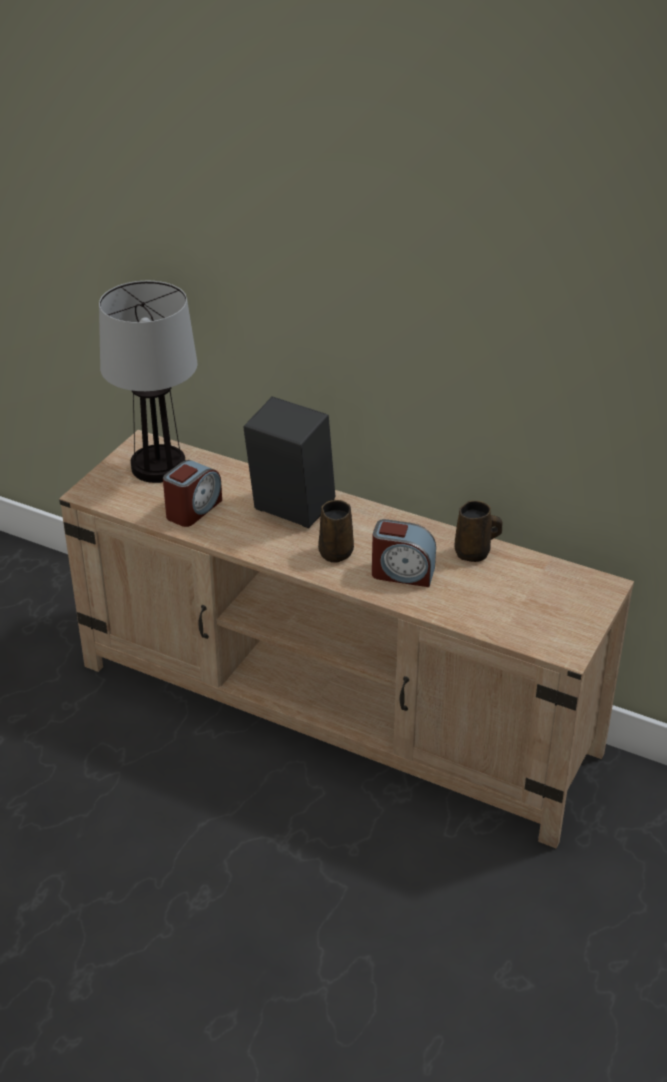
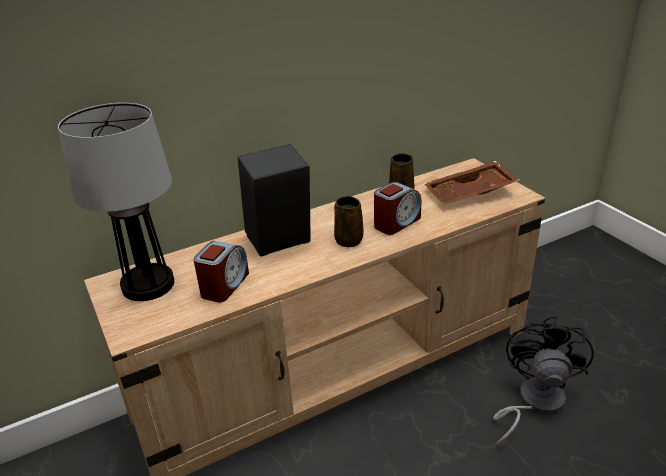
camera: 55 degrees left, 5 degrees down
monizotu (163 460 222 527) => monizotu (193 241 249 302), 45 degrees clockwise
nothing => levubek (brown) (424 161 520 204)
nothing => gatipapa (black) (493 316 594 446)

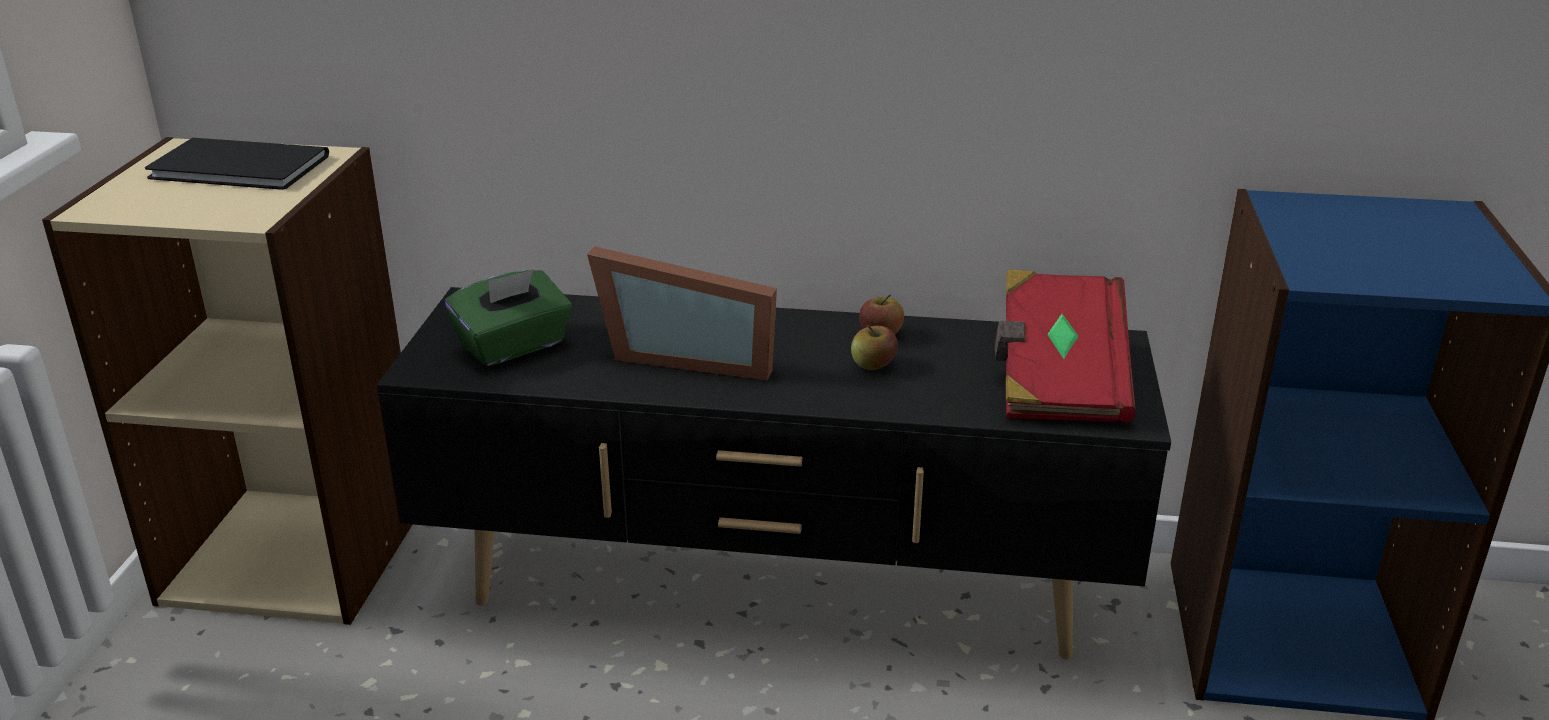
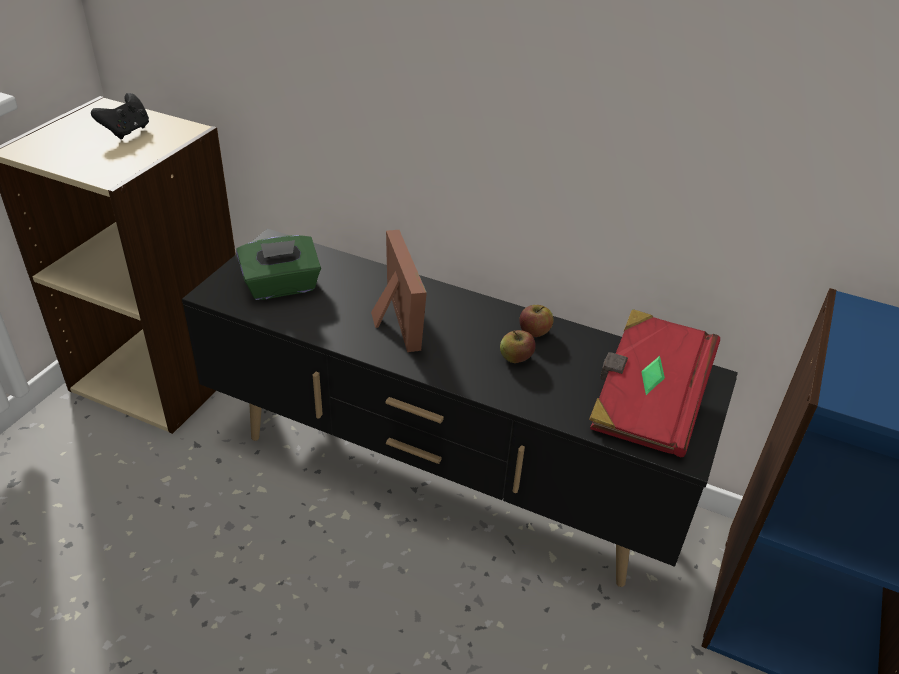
camera: 15 degrees right, 10 degrees up
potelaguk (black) (145 138 329 190) => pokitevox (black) (91 93 149 139)
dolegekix (587 246 777 380) => dolegekix (371 230 427 352), 135 degrees counterclockwise

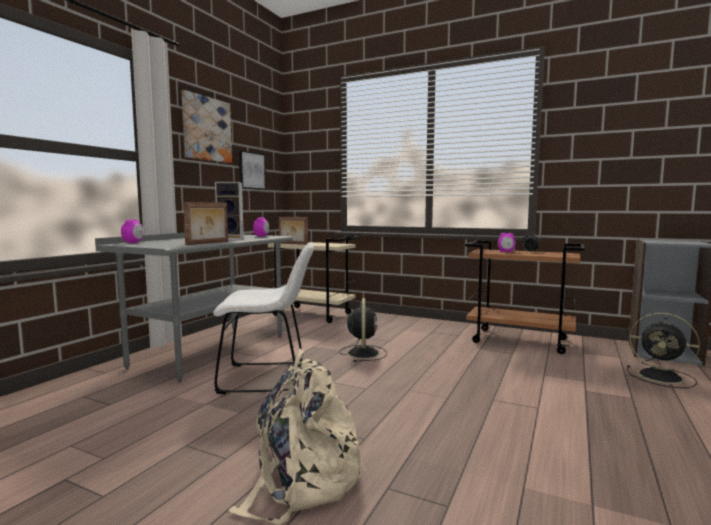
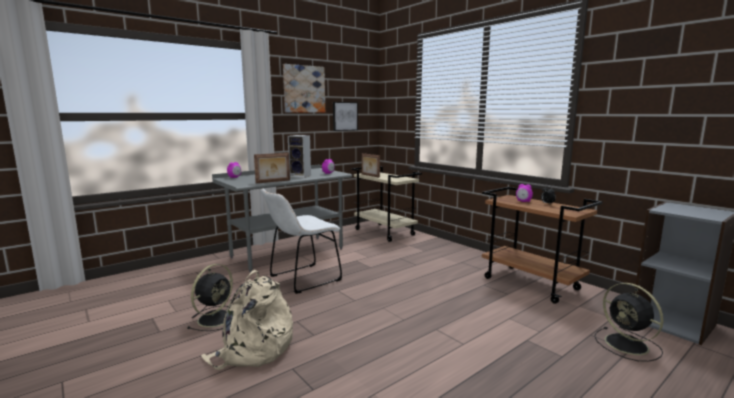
camera: 25 degrees right, 5 degrees up
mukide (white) (213 243 314 394) => mukide (white) (261 188 342 294), 120 degrees clockwise
gatipapa (black) (339 298 387 362) => gatipapa (black) (187 264 233 331), relocated

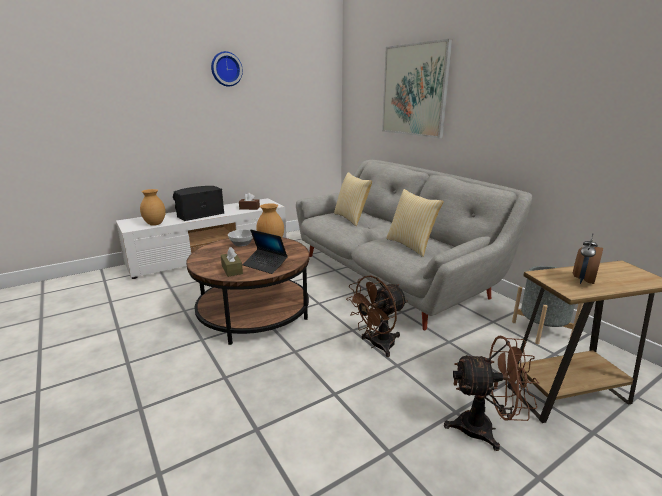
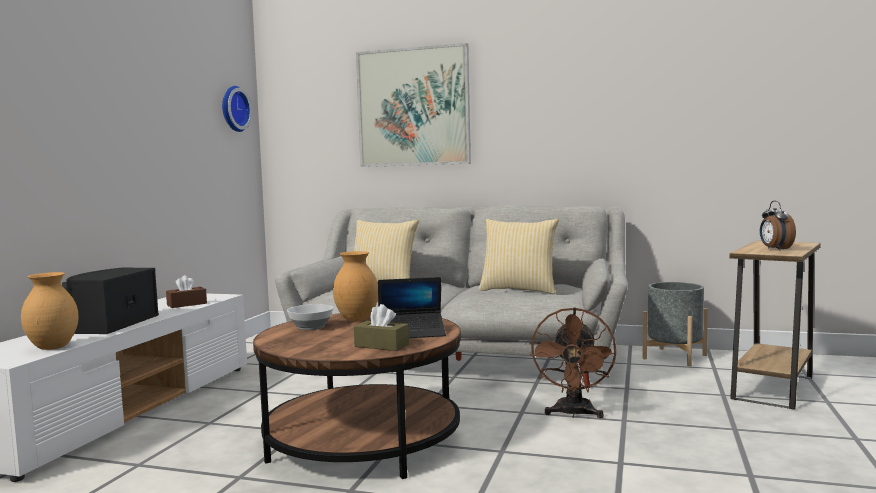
camera: 40 degrees left, 15 degrees down
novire (211 51 243 87) => novire (222 86 252 132), relocated
gatipapa (brown) (444 336 539 451) => nothing

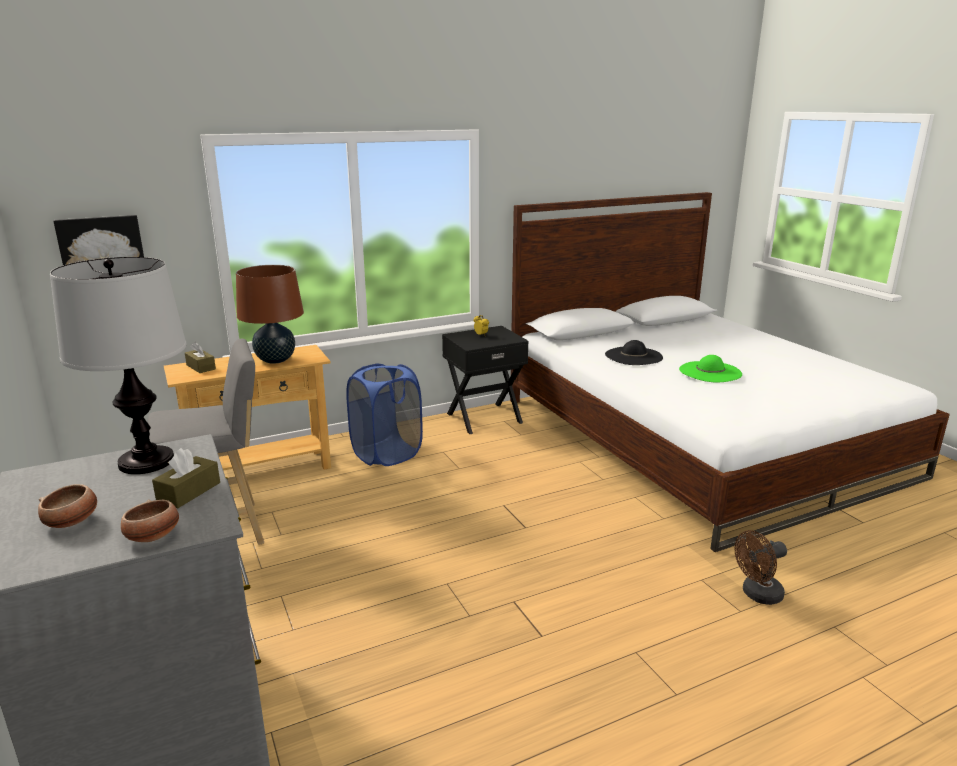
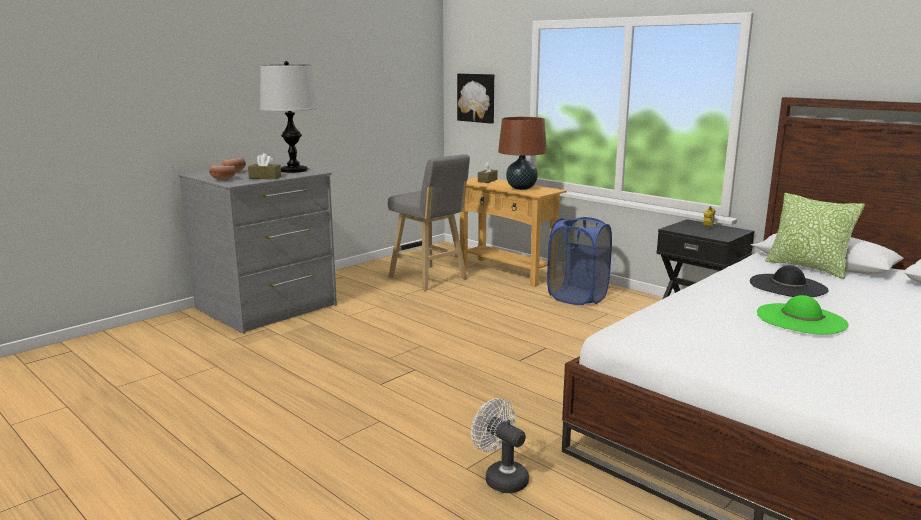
camera: 70 degrees right, 5 degrees down
gatipapa (brown) (735 530 787 605) => gatipapa (white) (471 398 529 493)
nothing => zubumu (765 193 865 279)

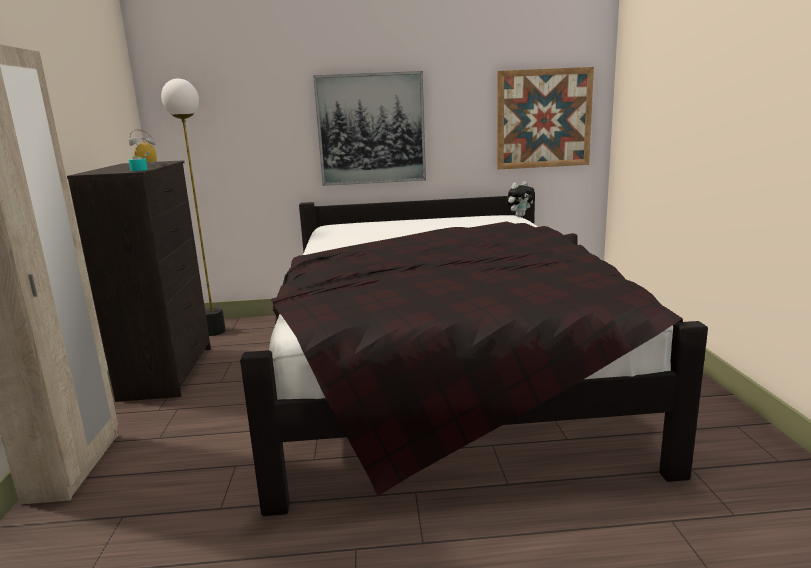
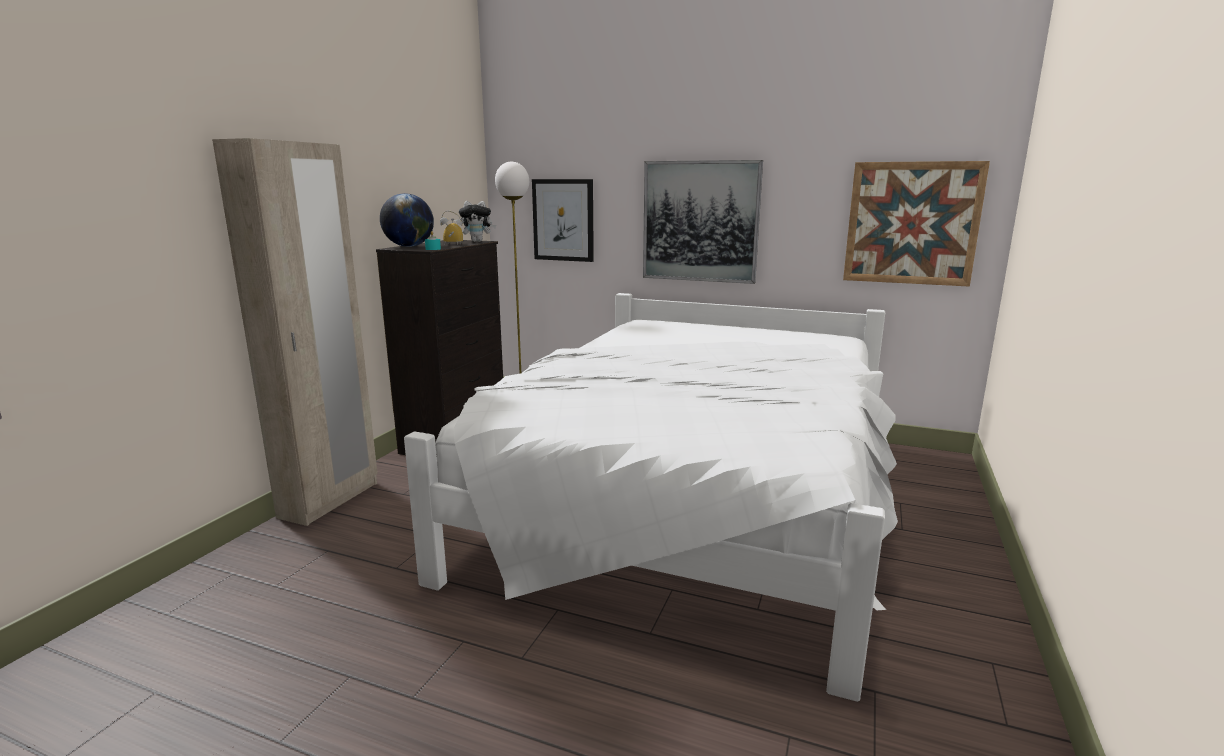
camera: 25 degrees right, 0 degrees up
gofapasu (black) (240 192 708 516) => gofapasu (white) (404 293 898 702)
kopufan (506 181 534 217) => kopufan (459 201 496 242), relocated
nothing => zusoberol (380 193 434 247)
nothing => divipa (532 179 594 262)

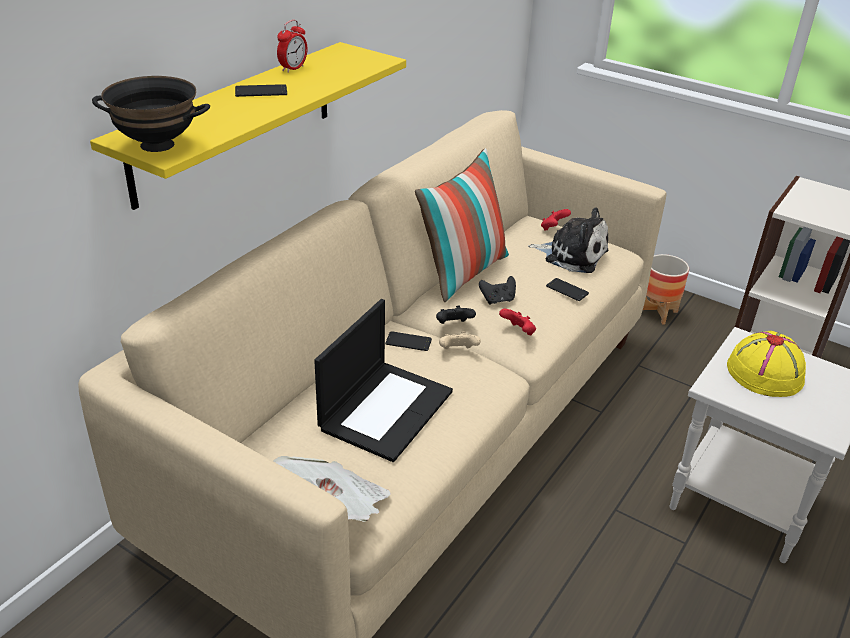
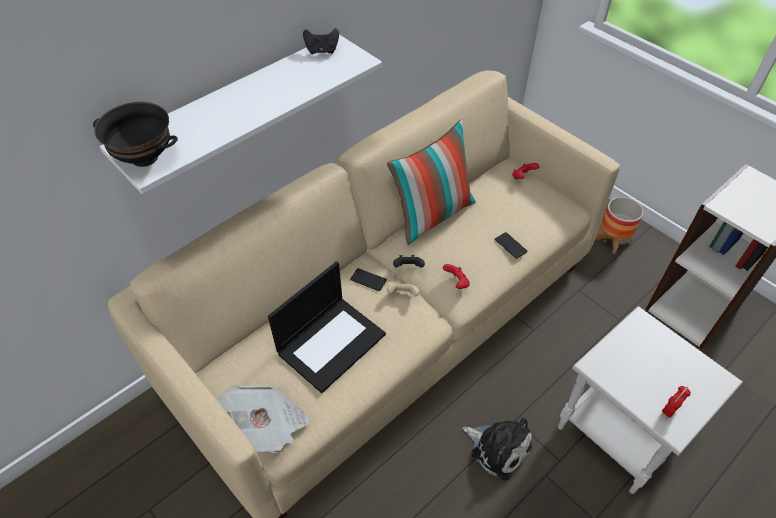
camera: 15 degrees right, 15 degrees up
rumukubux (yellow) (90 42 406 210) => rumukubux (white) (100 35 382 194)
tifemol (235 84 287 97) => nothing
monizotu (277 20 308 73) => monizotu (662 386 691 419), relocated
pokitevox (black) (479 276 516 305) => pokitevox (black) (303 28 339 54), relocated
kopufan (528 208 608 273) => kopufan (462 417 532 481), relocated
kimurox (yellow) (727 331 806 397) => nothing

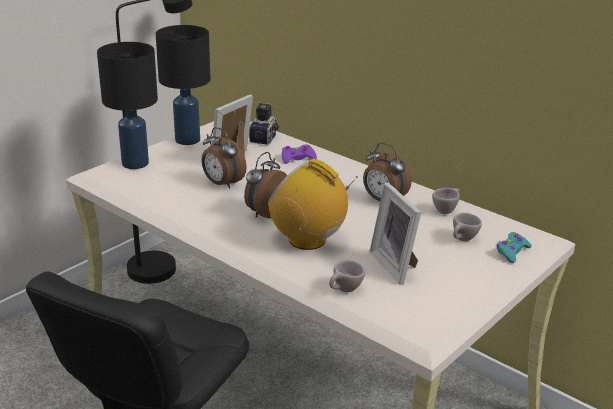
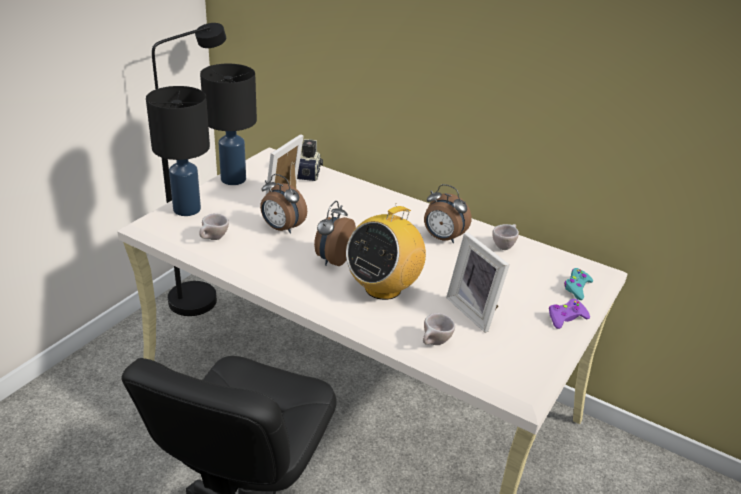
camera: 10 degrees left, 5 degrees up
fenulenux (268 159 358 250) => fenulenux (346 203 426 300), 75 degrees counterclockwise
pokitevox (purple) (282 145 317 164) => pokitevox (purple) (549 299 590 329), relocated
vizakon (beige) (453 212 482 241) => vizakon (beige) (199 213 229 240), relocated

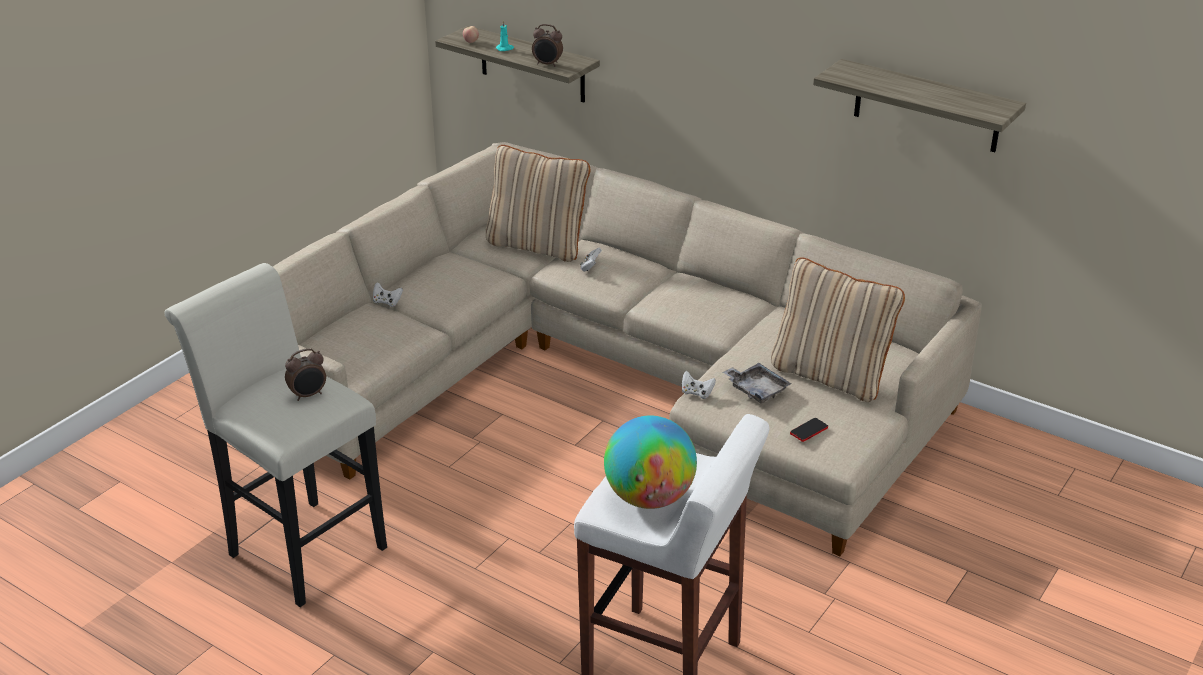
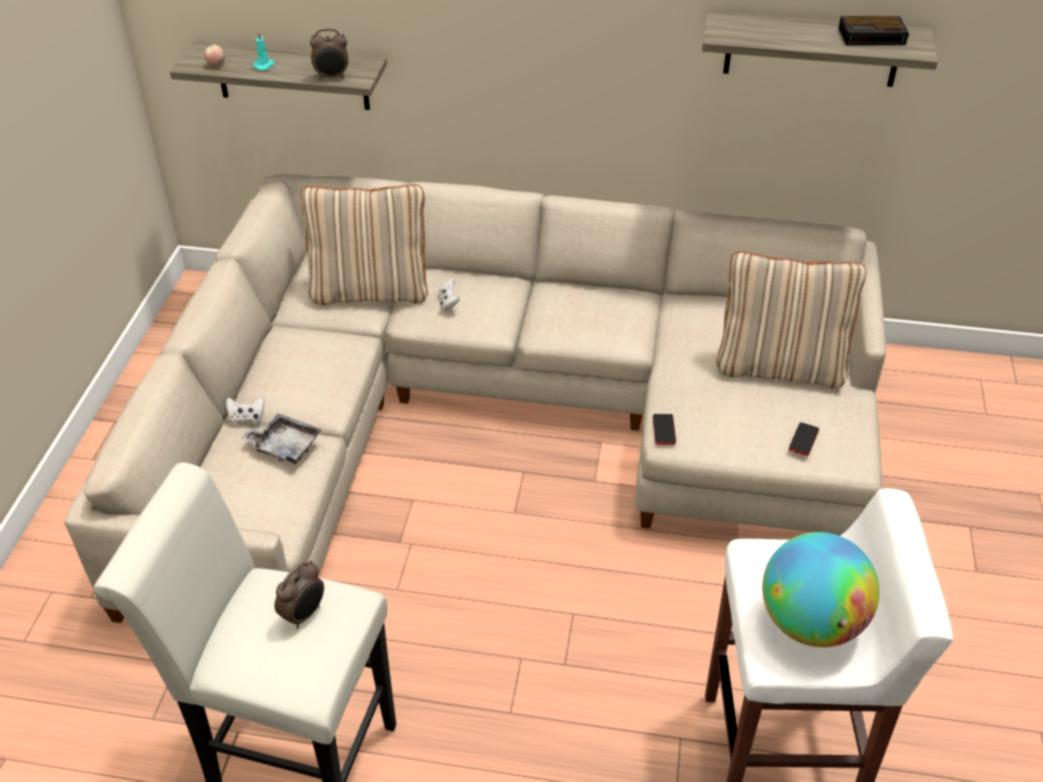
camera: 25 degrees left, 10 degrees up
pokitevox (white) (682 371 716 399) => tifemol (653 414 676 445)
levubek (grey) (723 363 791 404) => levubek (grey) (241 413 322 464), relocated
nothing => monizotu (839 16 909 45)

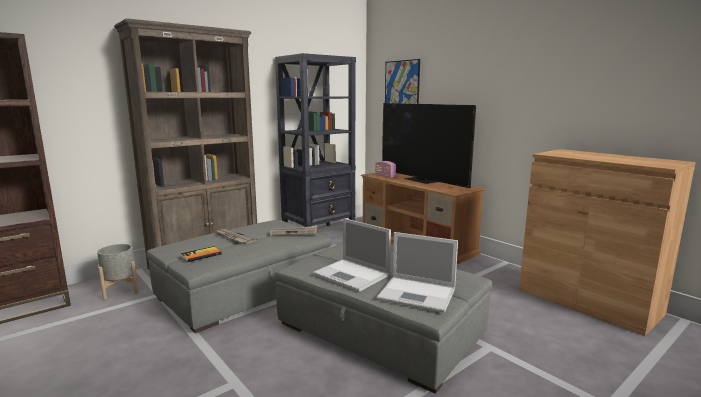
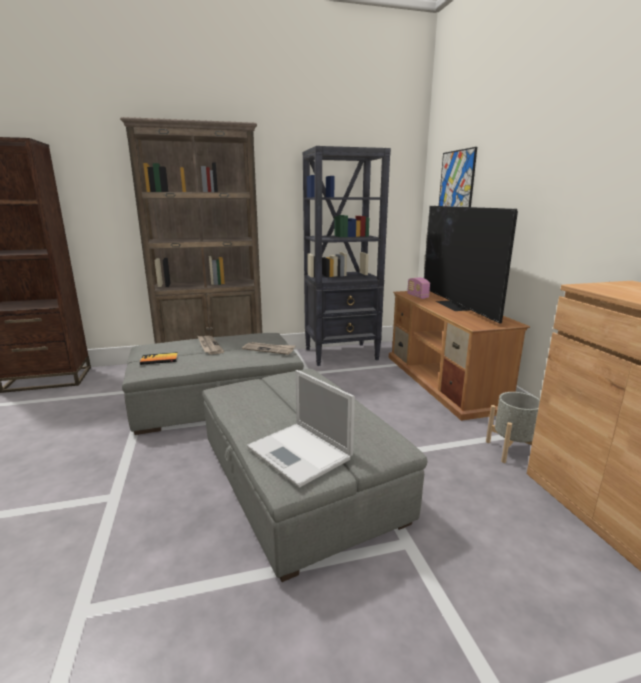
camera: 25 degrees right, 5 degrees up
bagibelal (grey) (97 244 138 300) => bagibelal (grey) (486 392 540 463), relocated
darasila (313 218 391 292) => nothing

